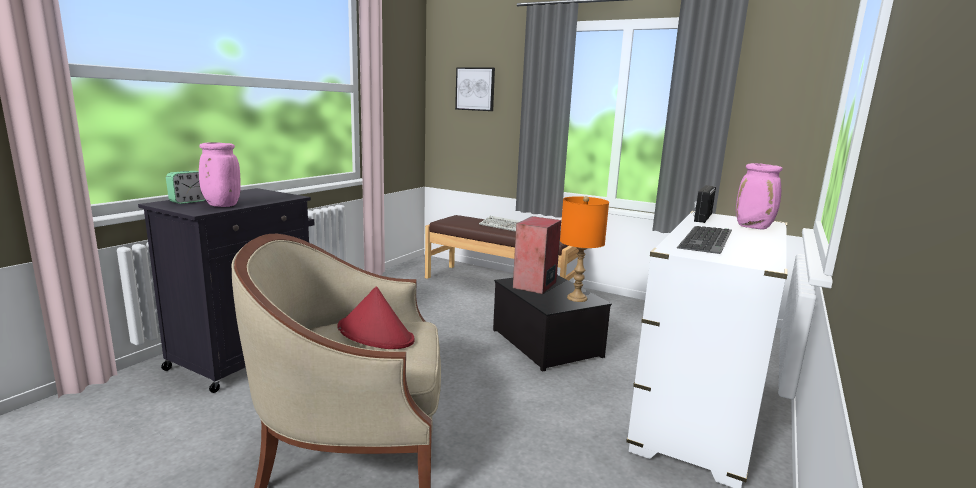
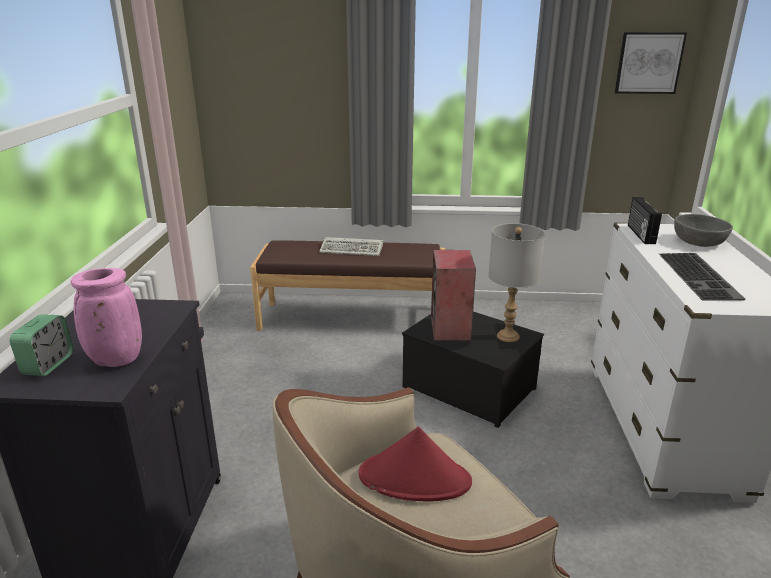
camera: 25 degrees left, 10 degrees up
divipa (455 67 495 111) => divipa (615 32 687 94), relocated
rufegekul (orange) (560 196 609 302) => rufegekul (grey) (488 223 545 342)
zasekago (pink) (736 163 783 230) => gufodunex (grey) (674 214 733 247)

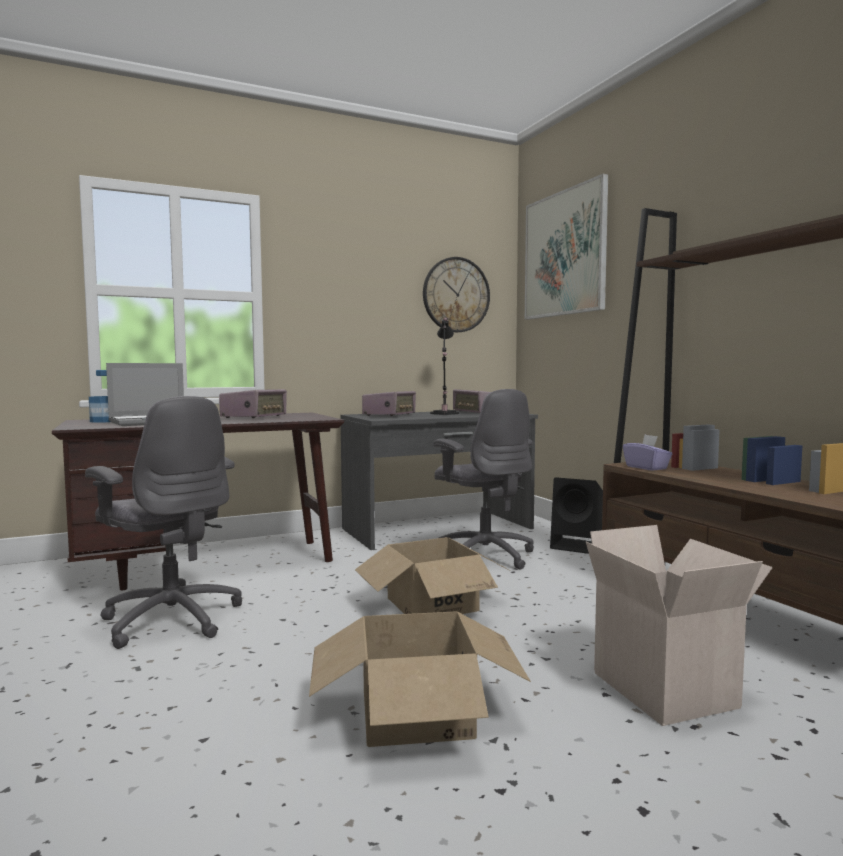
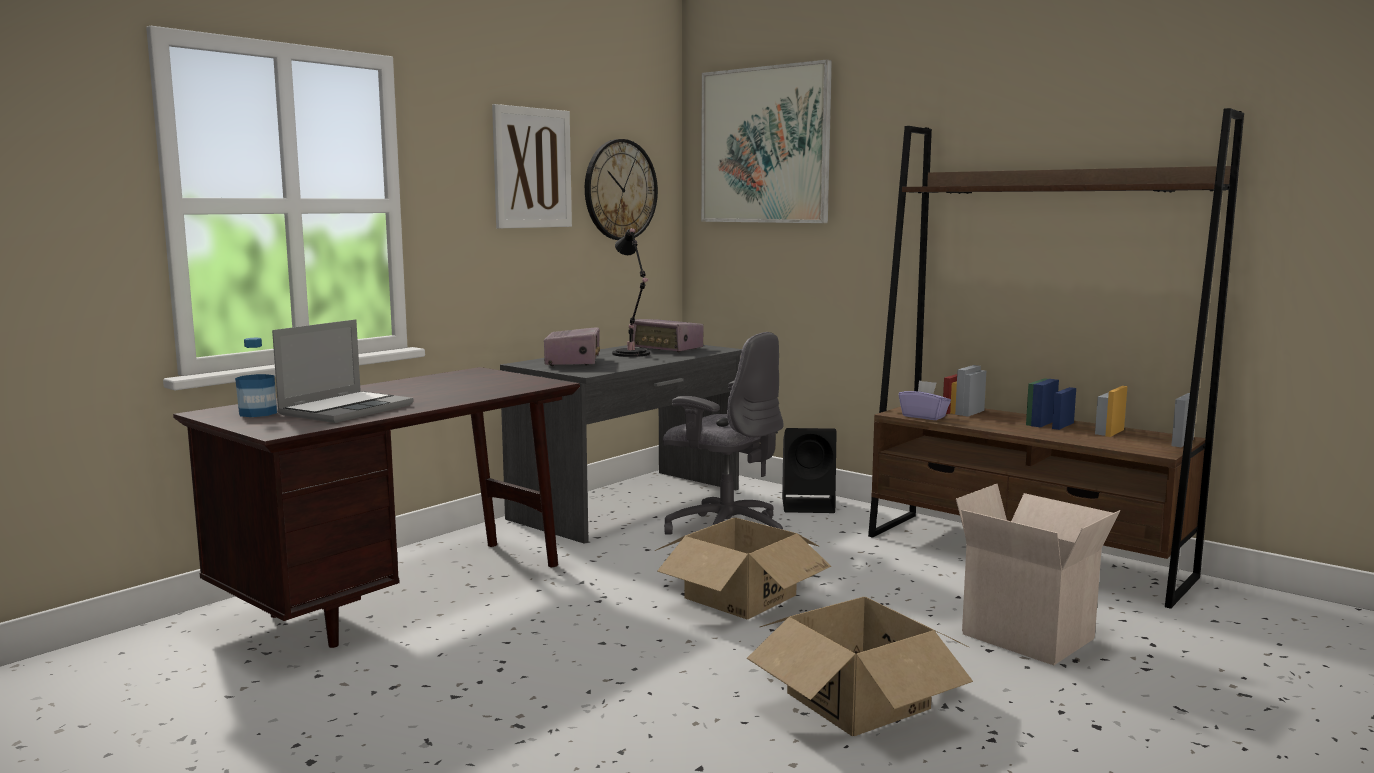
camera: 25 degrees left, 5 degrees up
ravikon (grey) (85 396 242 649) => nothing
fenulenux (219 389 287 418) => nothing
nothing => divipa (492 104 572 228)

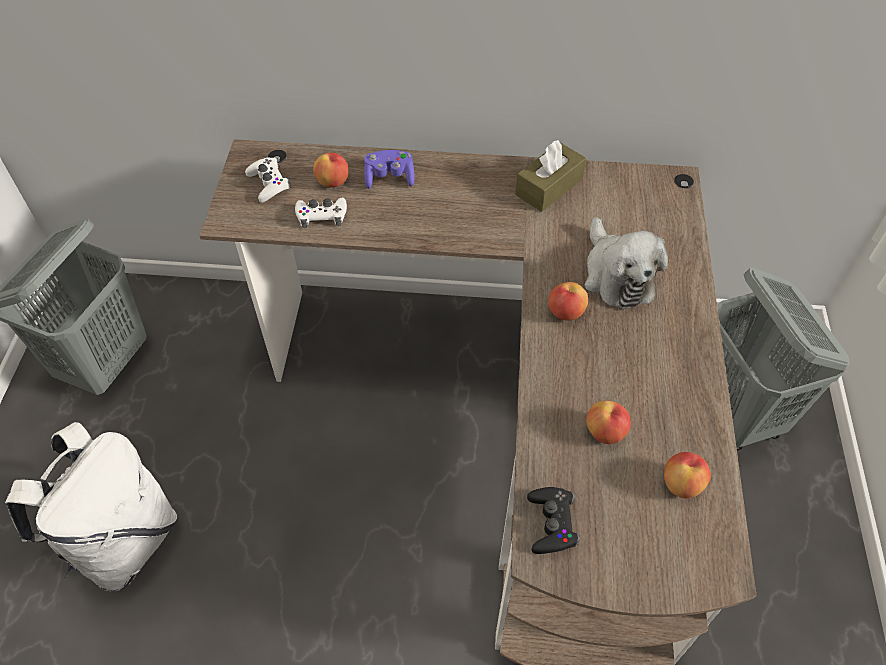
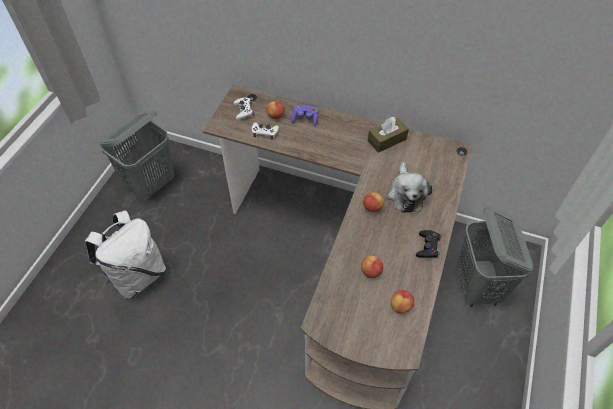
camera: 15 degrees right, 0 degrees up
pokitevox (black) (527 487 580 554) => pokitevox (black) (416 230 442 258), relocated

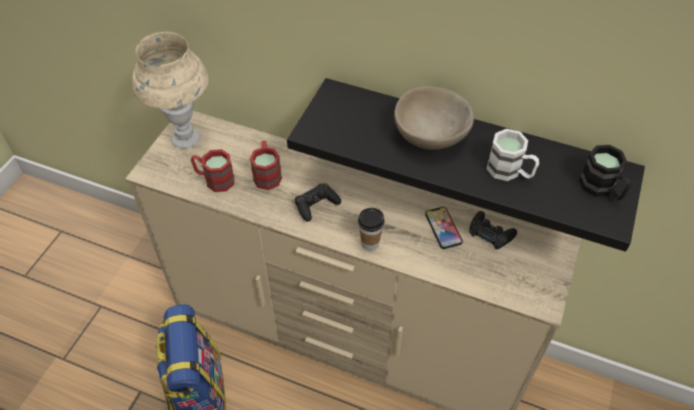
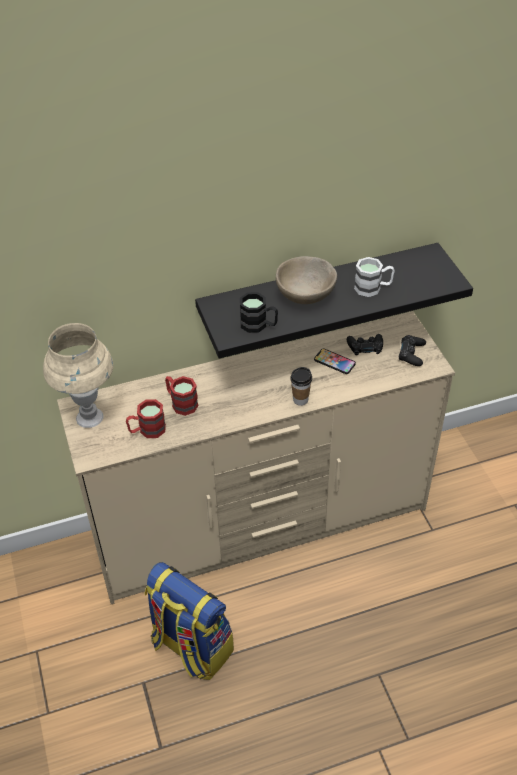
camera: 40 degrees left, 5 degrees down
pokitevox (black) (295 183 341 222) => pokitevox (black) (399 335 426 366), relocated
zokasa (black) (579 145 631 200) => zokasa (black) (240 292 278 333), relocated

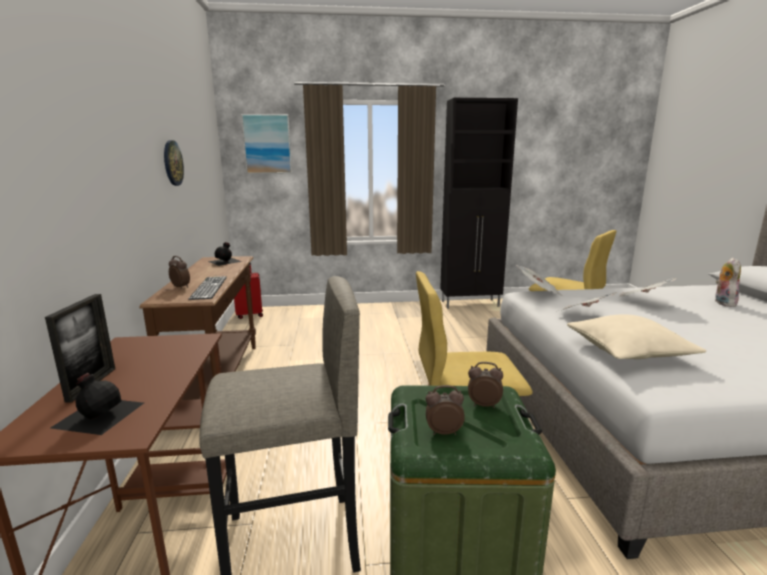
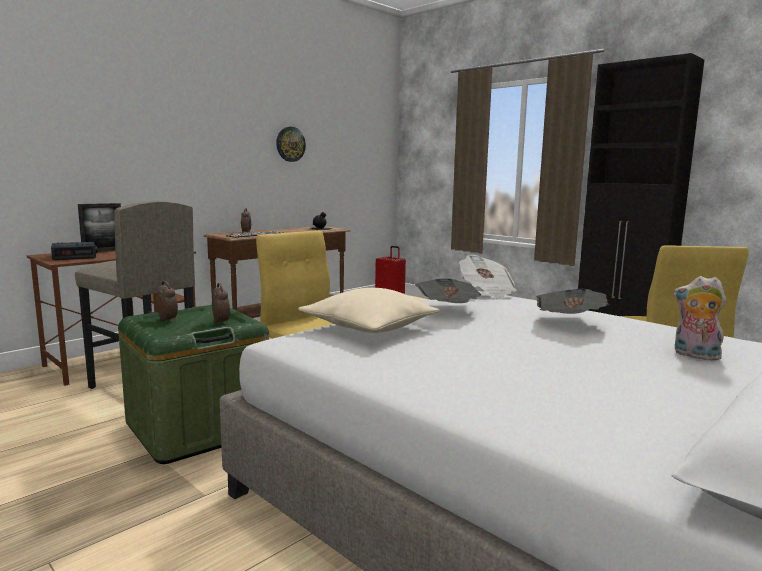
camera: 50 degrees right, 5 degrees down
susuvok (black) (51 373 144 435) => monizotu (51 242 98 260)
divipa (241 114 292 174) => nothing
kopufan (715 258 741 307) => kopufan (673 276 726 361), 120 degrees counterclockwise

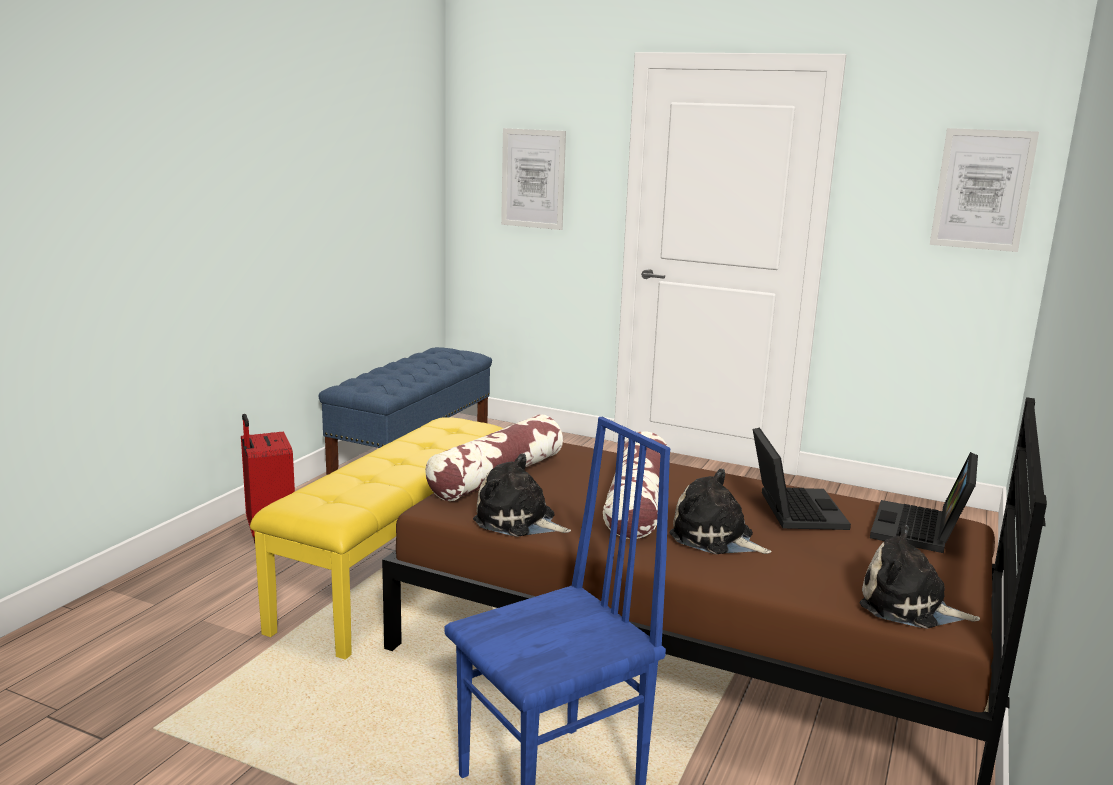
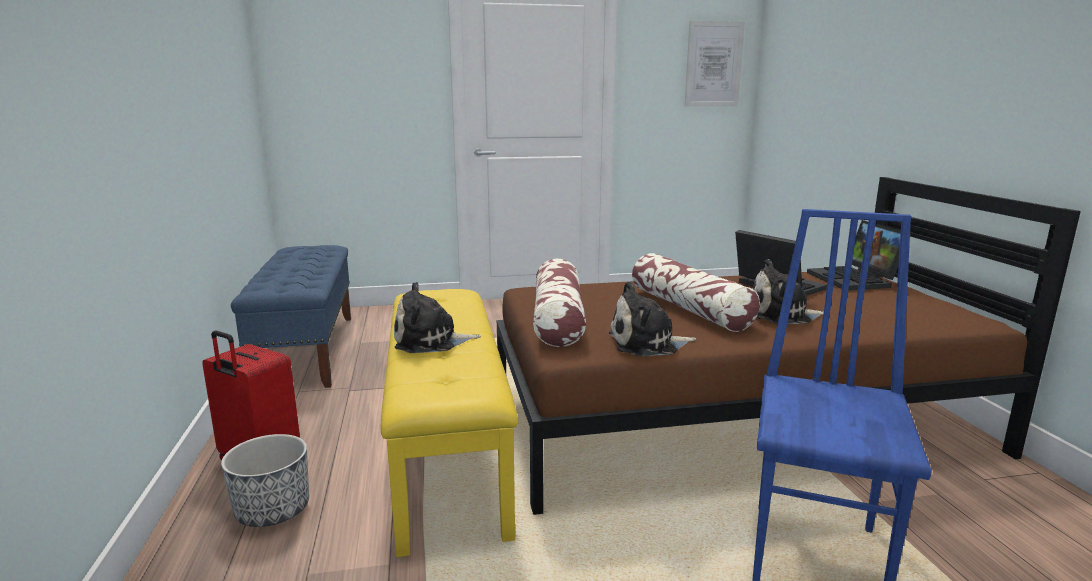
camera: 35 degrees left, 0 degrees up
divipa (501 128 566 230) => nothing
kopufan (860 525 980 629) => kopufan (394 282 481 353), relocated
nothing => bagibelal (221 434 309 527)

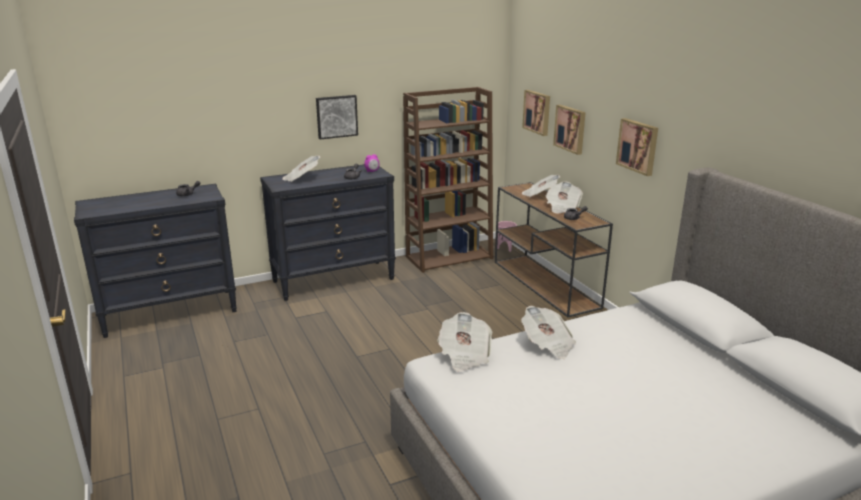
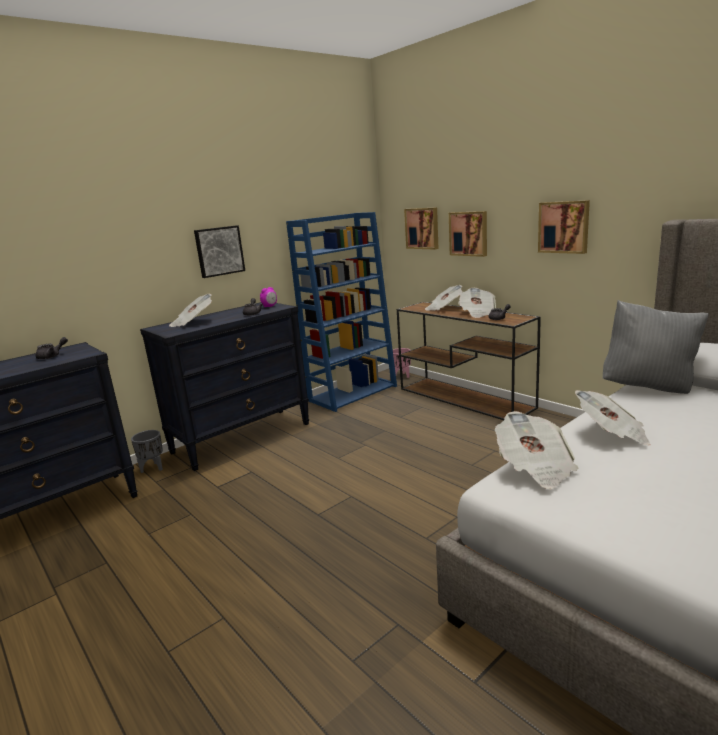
camera: 15 degrees left, 5 degrees down
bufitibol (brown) (403 87 493 273) => bufitibol (blue) (286 212 397 412)
nothing => bagibelal (grey) (131 430 163 473)
nothing => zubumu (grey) (603 300 709 394)

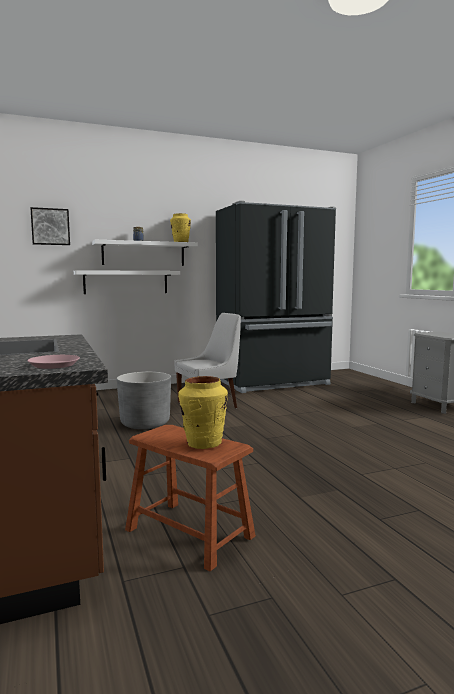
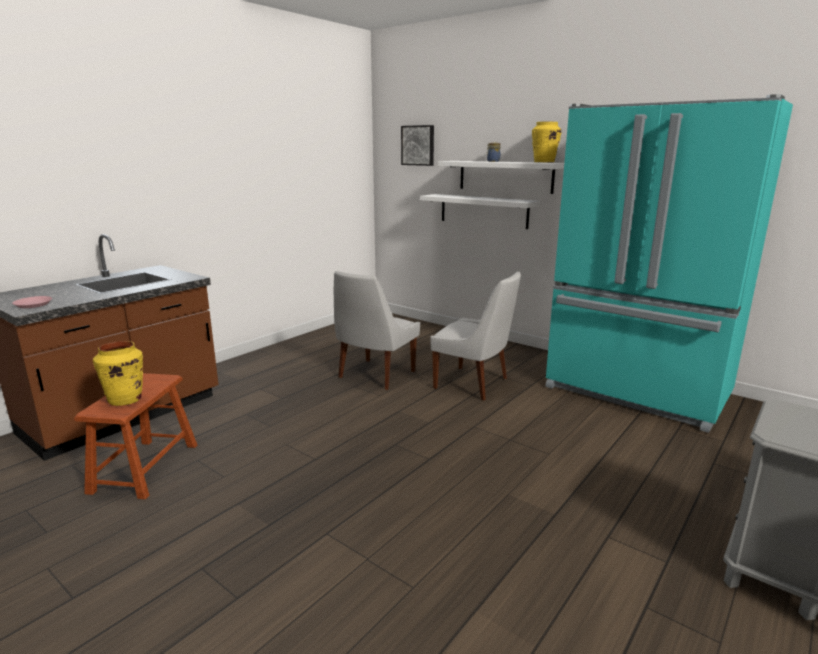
camera: 60 degrees right, 10 degrees up
bagibelal (grey) (117 372 171 429) => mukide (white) (334 271 420 390)
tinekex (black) (216 201 336 393) => tinekex (turquoise) (545 94 793 433)

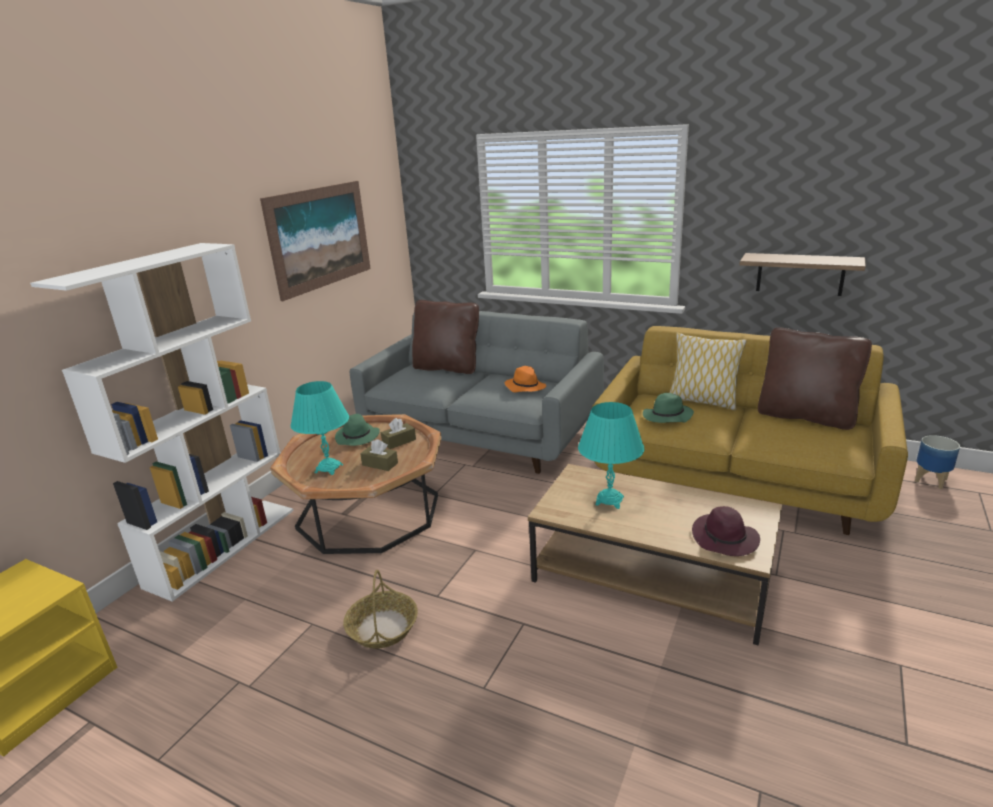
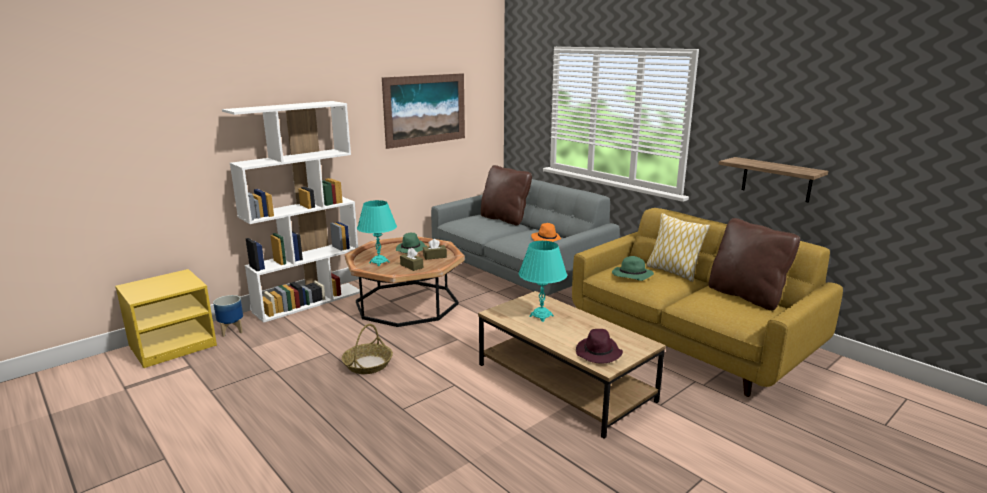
camera: 20 degrees right, 5 degrees down
bagibelal (915 435 960 489) => bagibelal (213 295 243 337), relocated

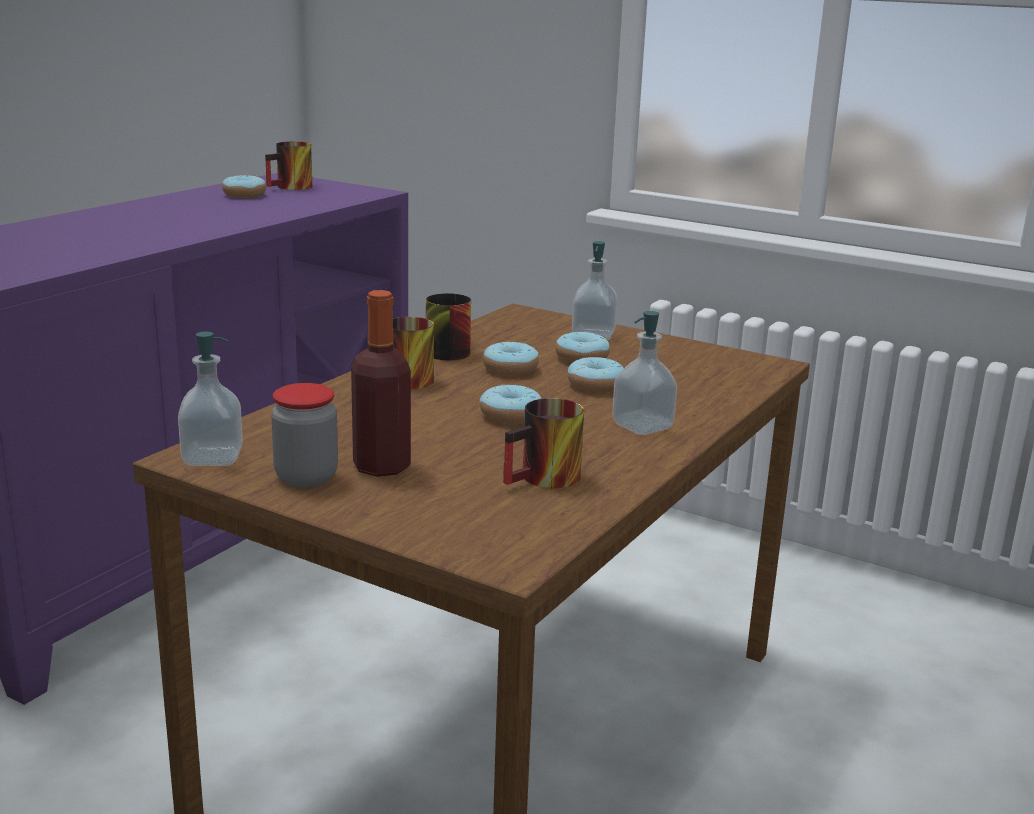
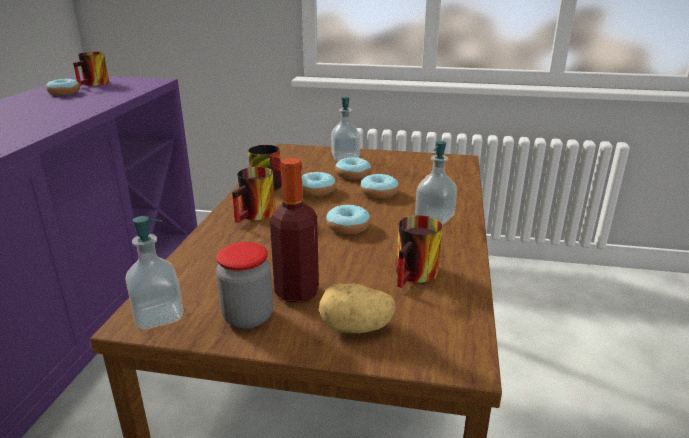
camera: 20 degrees left, 5 degrees up
nothing => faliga (319 284 396 333)

